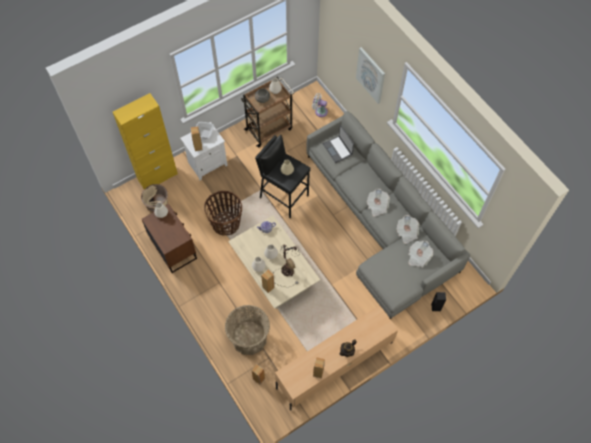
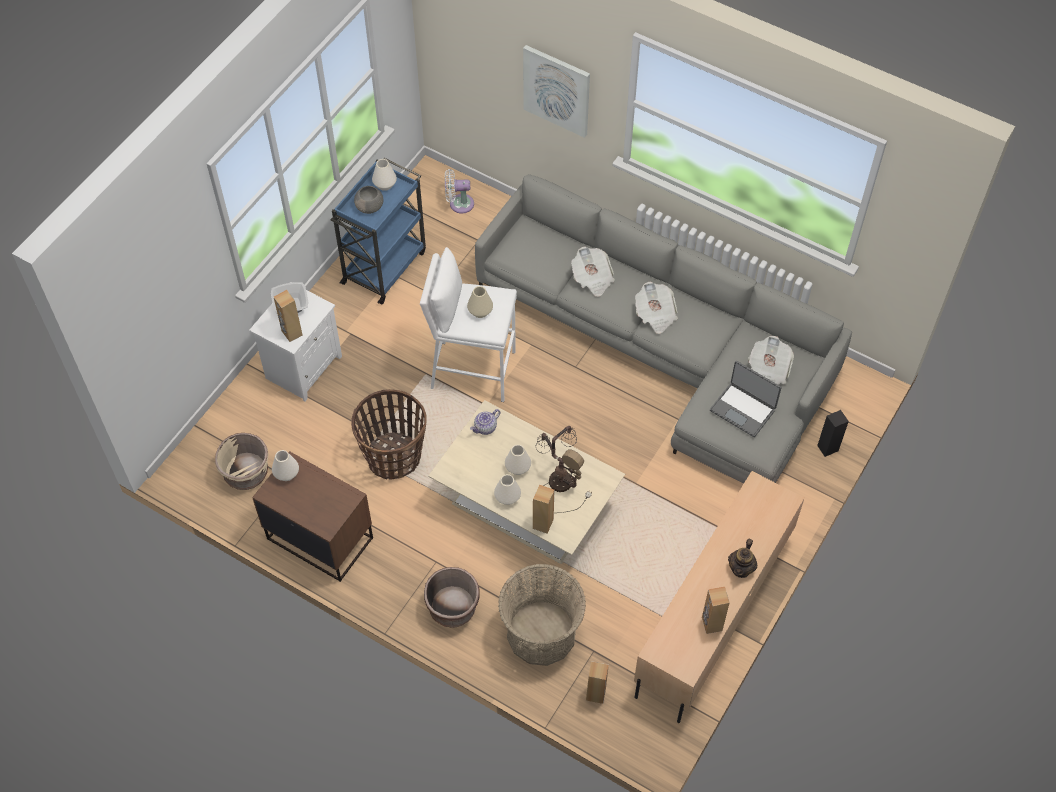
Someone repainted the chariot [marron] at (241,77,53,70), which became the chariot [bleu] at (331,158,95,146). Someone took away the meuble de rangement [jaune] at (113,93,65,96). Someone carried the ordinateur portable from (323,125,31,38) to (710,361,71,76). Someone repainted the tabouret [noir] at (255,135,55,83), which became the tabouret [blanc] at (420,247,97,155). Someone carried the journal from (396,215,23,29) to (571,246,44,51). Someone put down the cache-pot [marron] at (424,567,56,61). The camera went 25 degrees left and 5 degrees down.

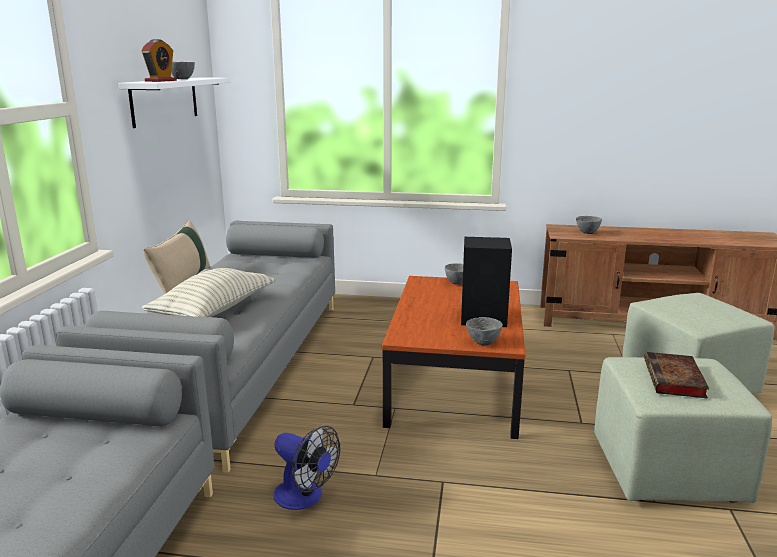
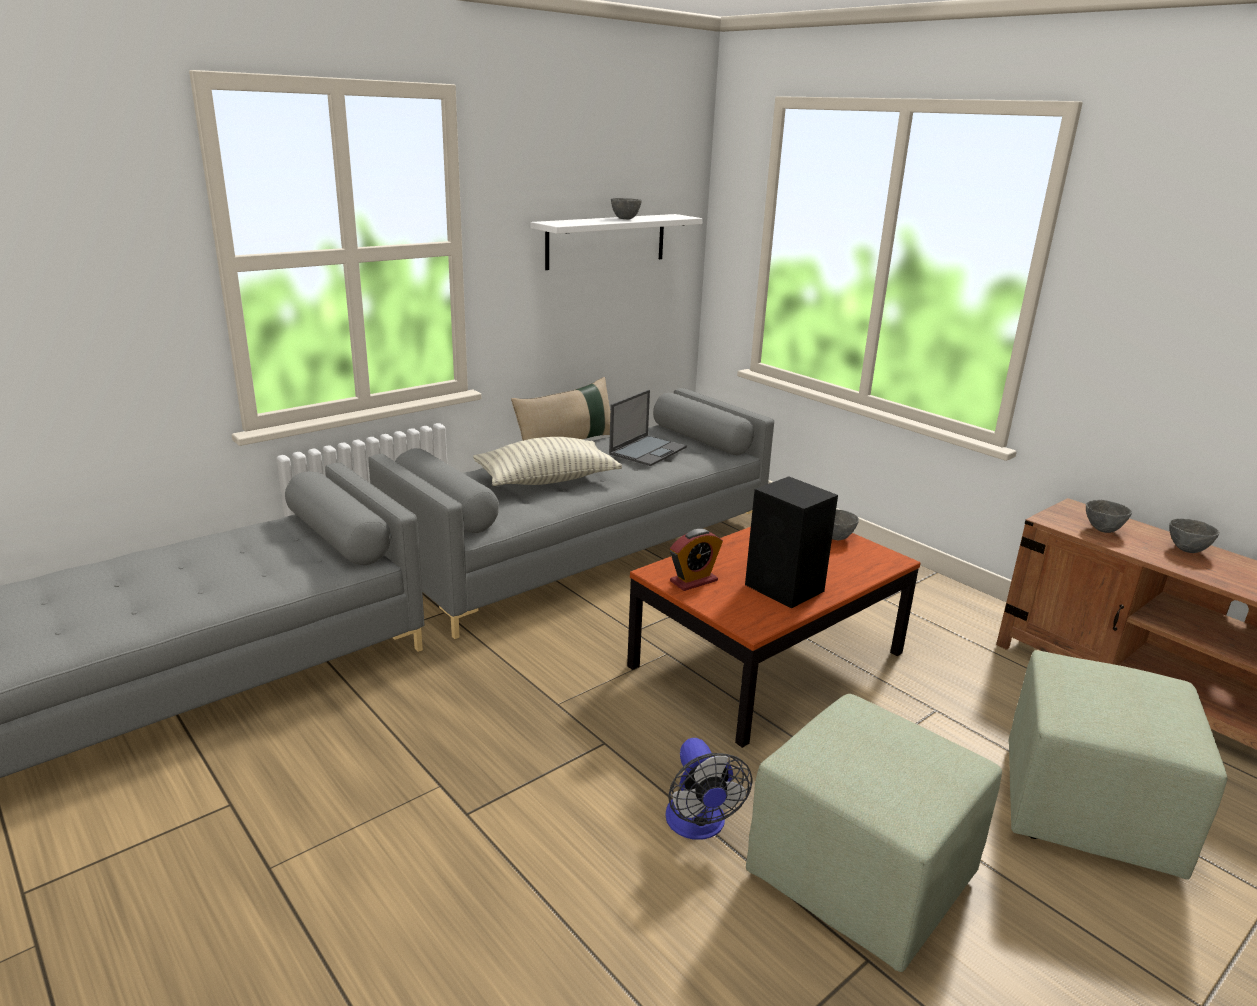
Someone carried the réveil from (142,39,35,43) to (670,529,53,62). Someone carried the bol [gris] from (466,317,37,28) to (1169,518,51,35). Someone took away the livre at (644,352,65,47). Someone carried the ventilateur from (273,426,67,84) to (665,738,88,102). Someone put down the ordinateur portable at (609,390,78,76). The camera went 40 degrees right and 5 degrees up.

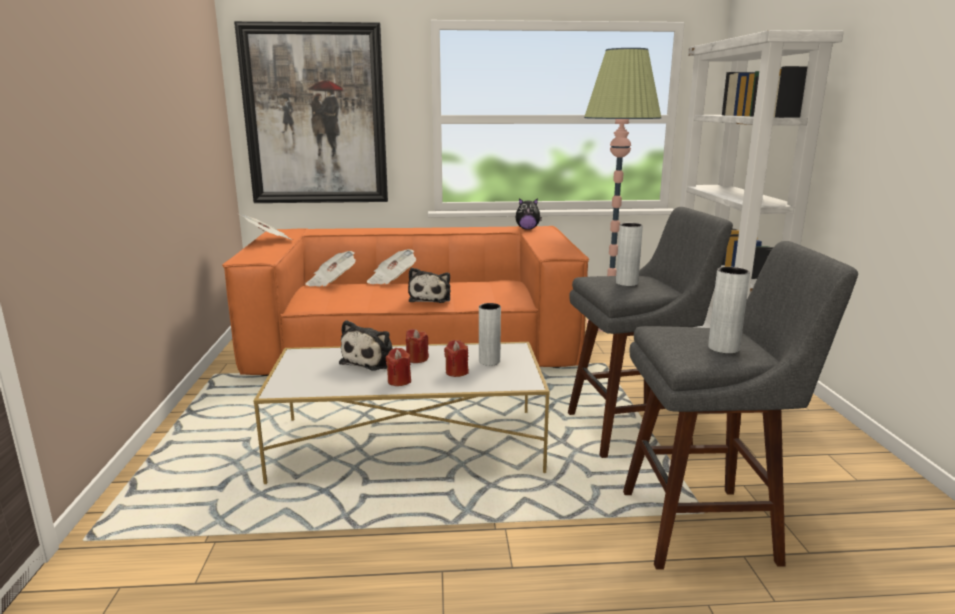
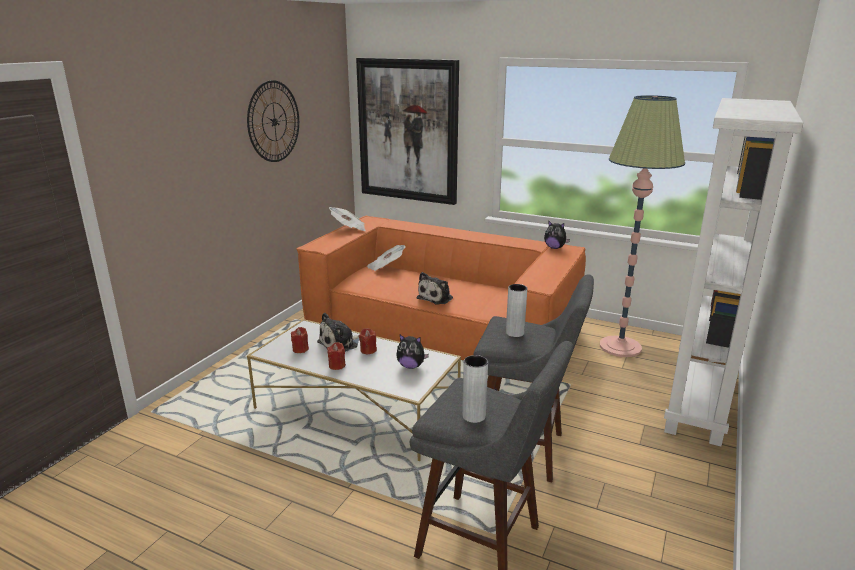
Someone took away the journal at (367,249,49,35). Someone swapped the vase [gris] at (479,303,22,63) for the peluche at (396,335,33,34). Someone carried the bougie [rouge] from (444,340,25,37) to (291,327,18,26). Someone put up the horloge murale at (247,80,52,82). The camera went 30 degrees right and 5 degrees up.

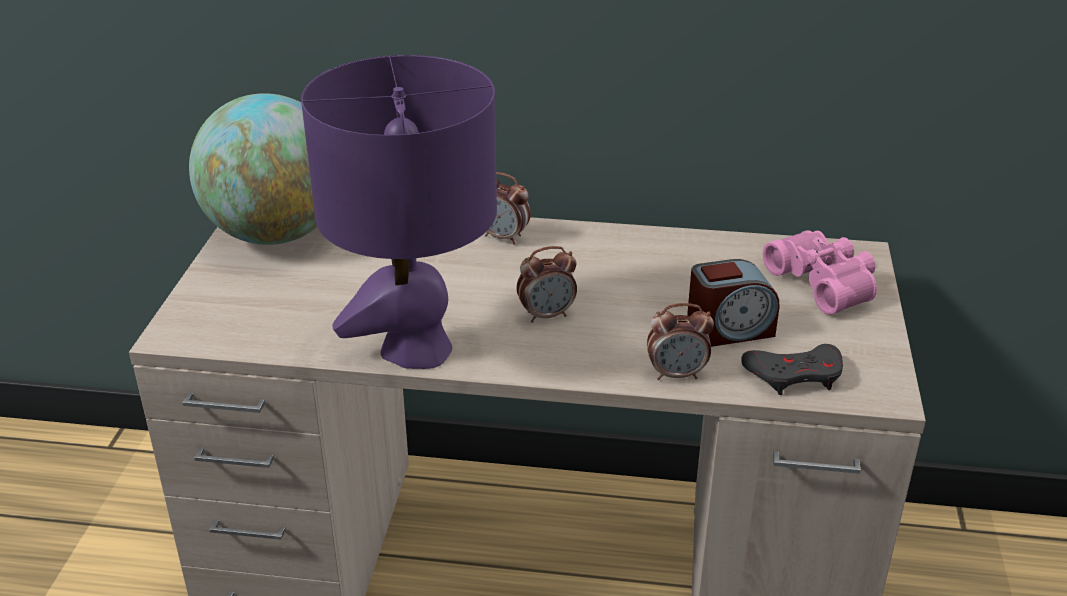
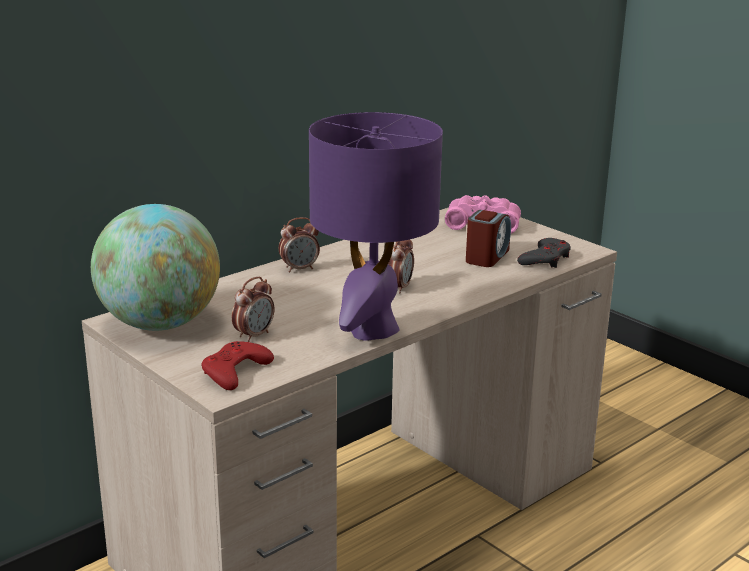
Someone carried the réveil from (647,303,67,77) to (232,277,42,65). Someone put down the manette [rouge] at (201,341,73,49). The camera went 50 degrees left and 10 degrees down.

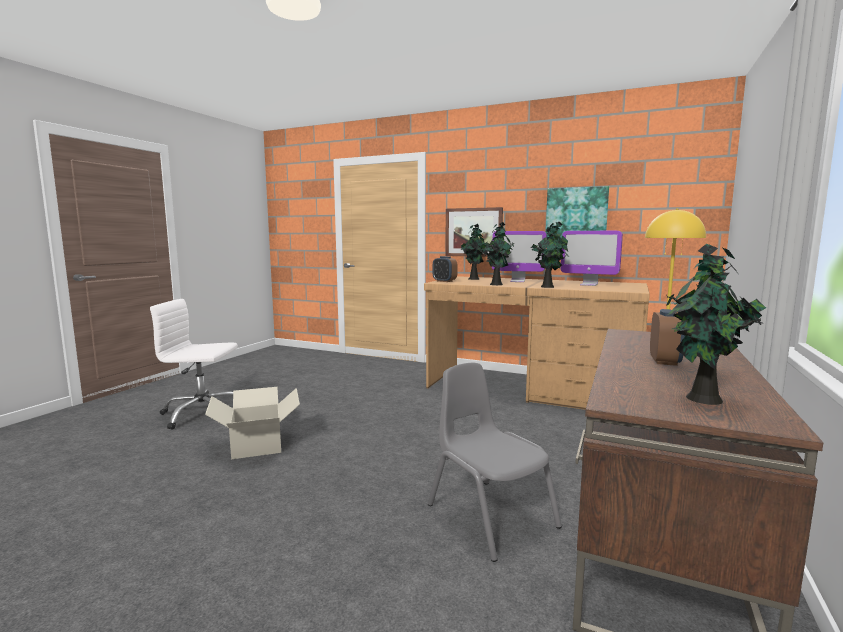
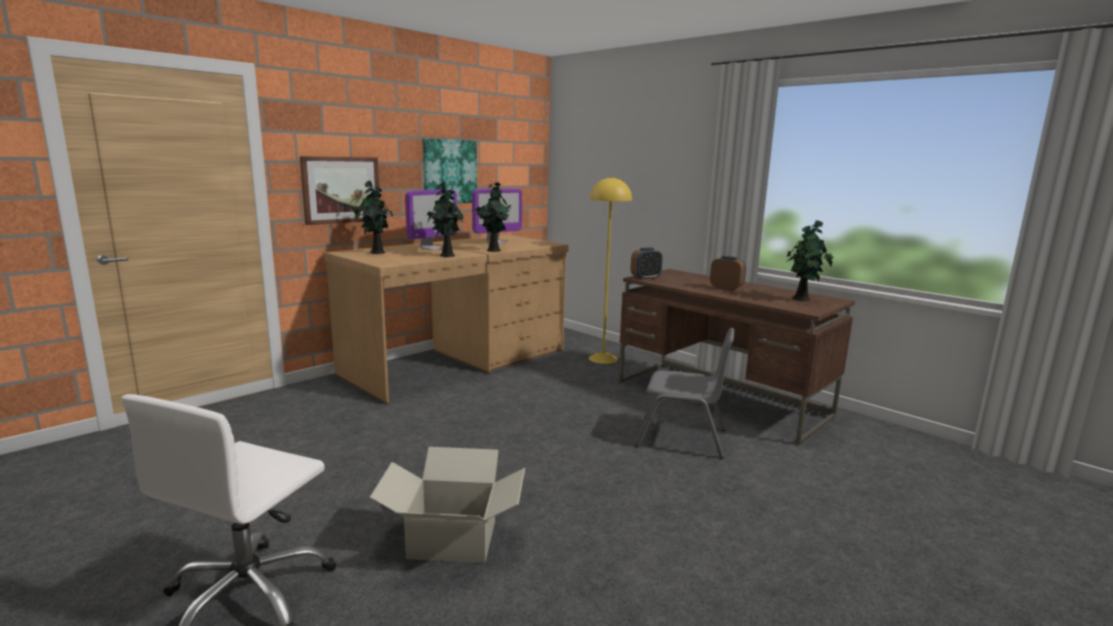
Someone carried the réveil from (433,256,25,26) to (631,248,32,32). Someone rotated the chaise [gris] at (428,363,134,199) by 150 degrees counterclockwise. The camera went 70 degrees left and 5 degrees up.

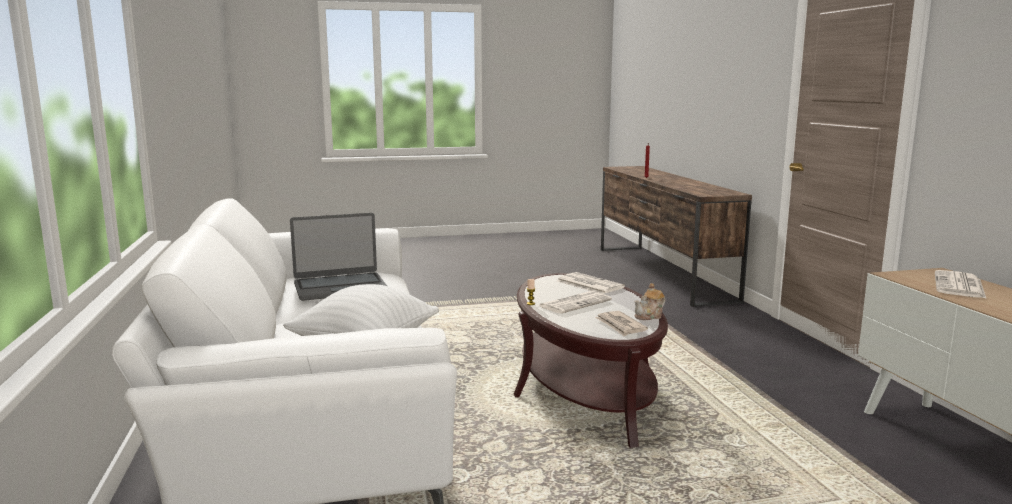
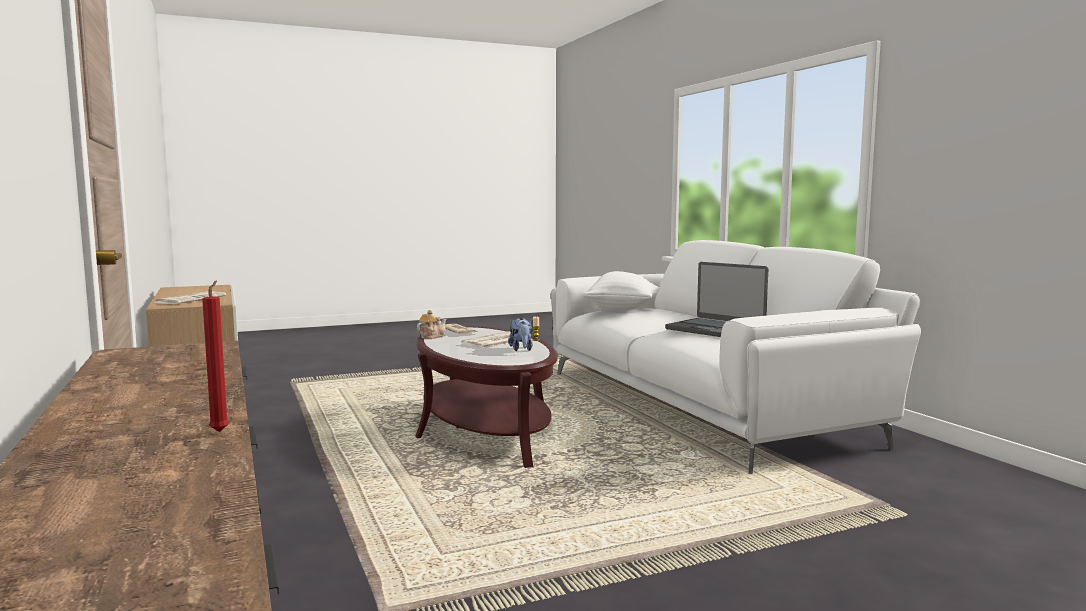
Someone rotated the ordinateur portable at (290,213,97,88) by 105 degrees counterclockwise. Someone took away the journal at (557,272,68,22). Someone put down the peluche at (509,318,23,33). The camera went 170 degrees right and 5 degrees down.

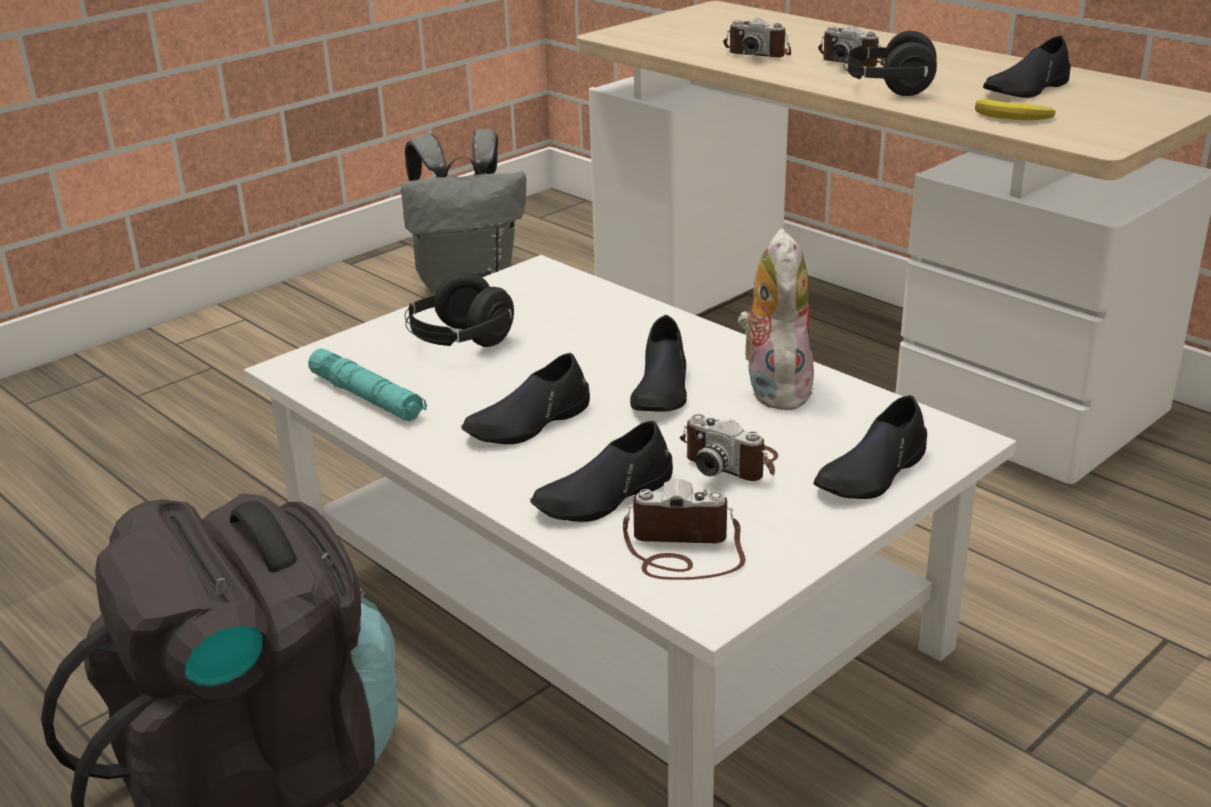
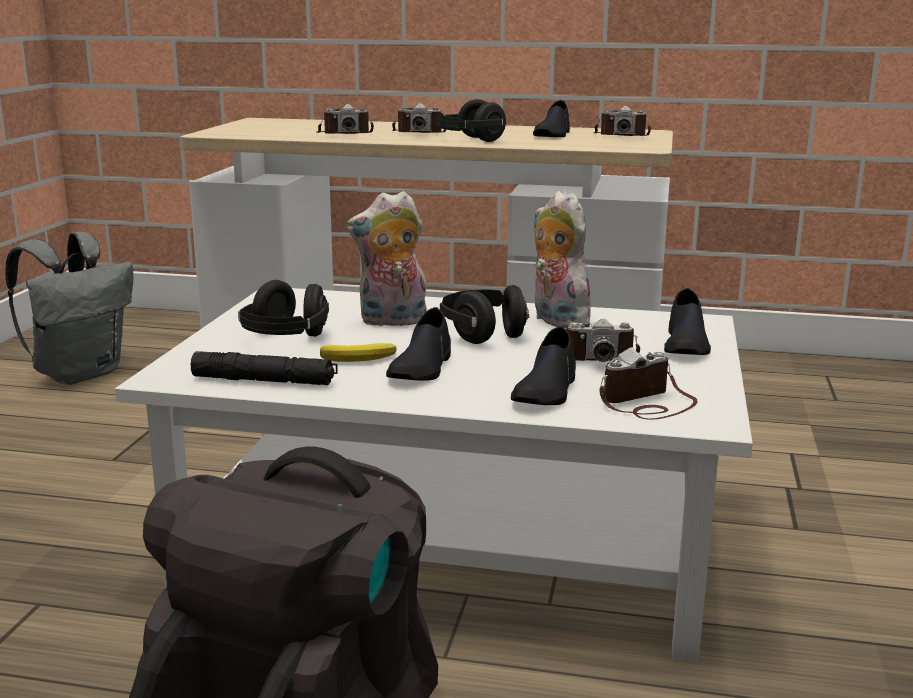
Someone carried the banane from (975,99,80,21) to (320,343,77,19). Someone swapped the chaussure [noir] at (630,315,57,97) for the casque audio [noir] at (440,285,89,59). Someone repainted the lampe de poche [turquoise] at (308,348,119,73), which became the lampe de poche [noir] at (191,351,147,34). Someone put down the appareil photo at (593,106,58,30). Someone put down the peluche at (346,191,81,135). The camera went 35 degrees left and 10 degrees down.

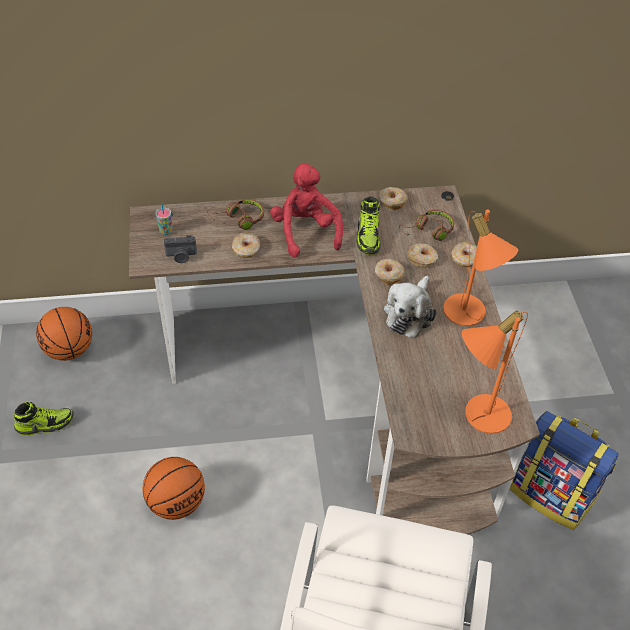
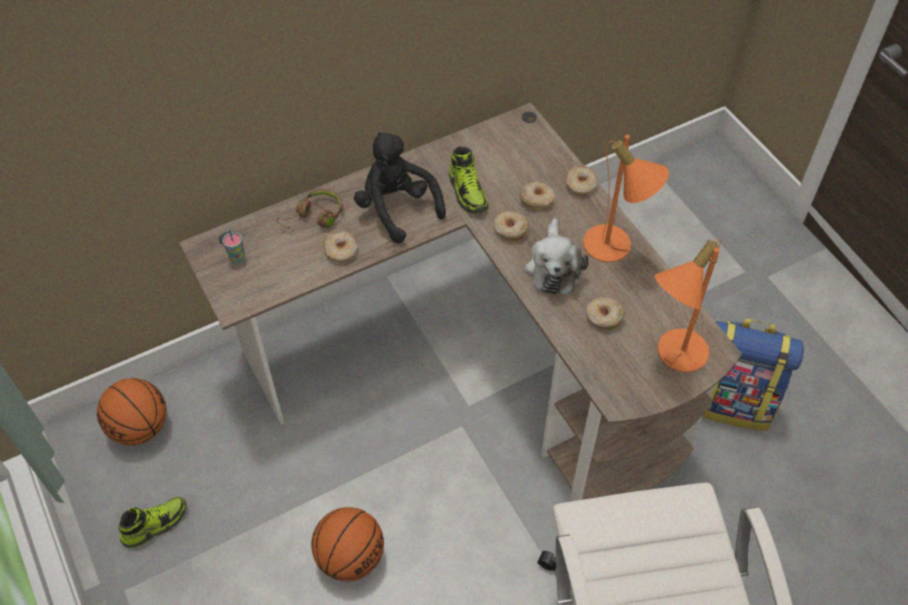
Someone repainted the peluche [rouge] at (270,163,73,95), which became the peluche [noir] at (354,132,92,112). Someone carried the beignet from (379,187,29,23) to (586,297,39,33). Someone took away the casque audio [marron] at (399,210,55,31). Someone took away the appareil photo at (164,235,33,28). The camera went 20 degrees left and 5 degrees up.

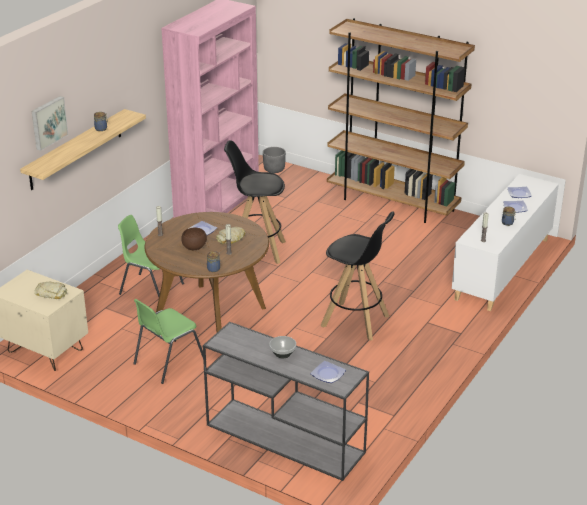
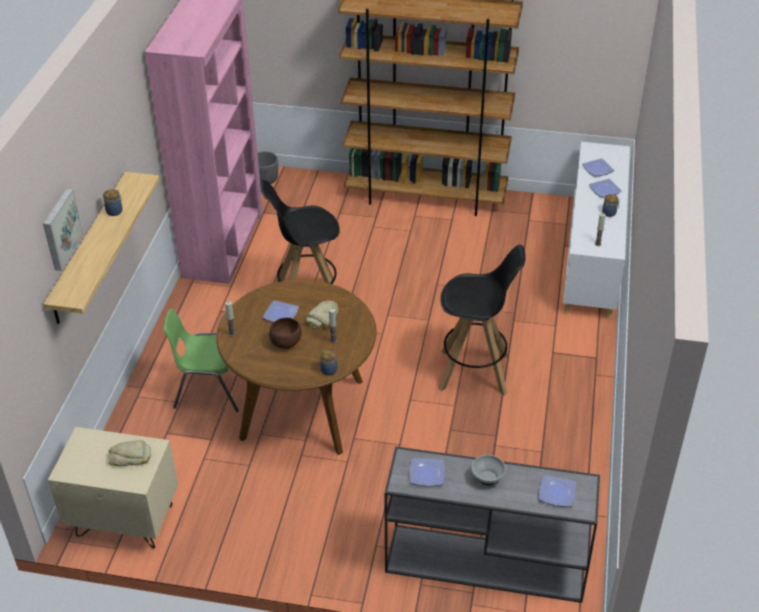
Someone took away the chaise [vert] at (133,299,70,85). Someone put down the assiette at (409,458,36,28). The camera went 20 degrees left and 10 degrees up.

